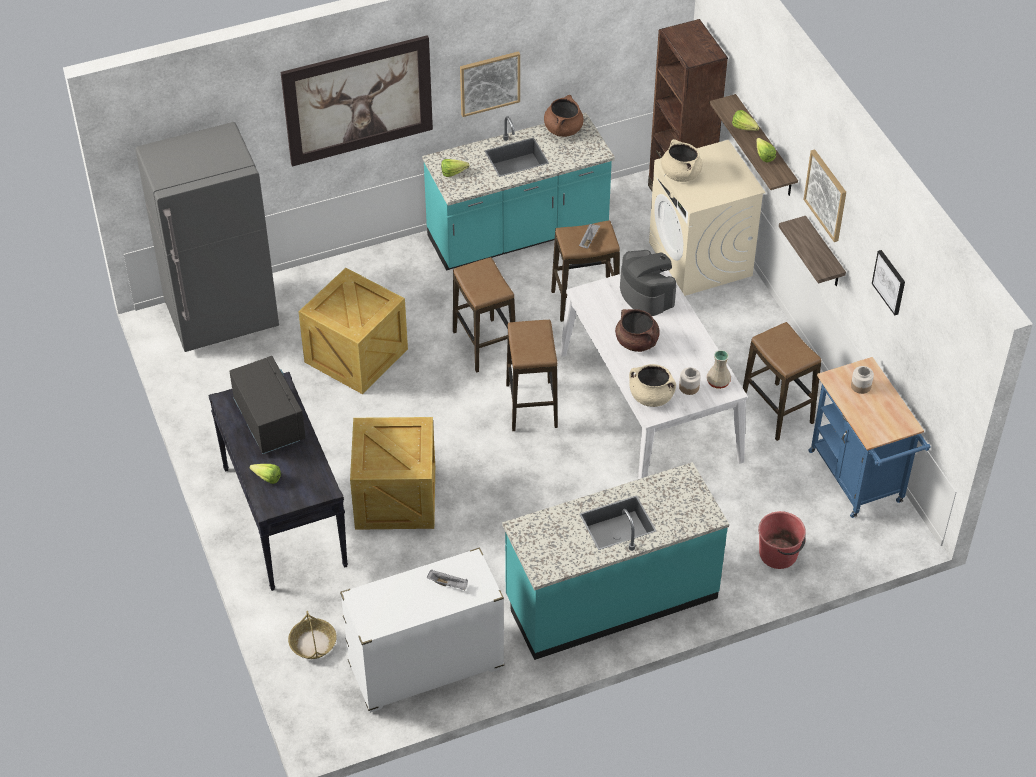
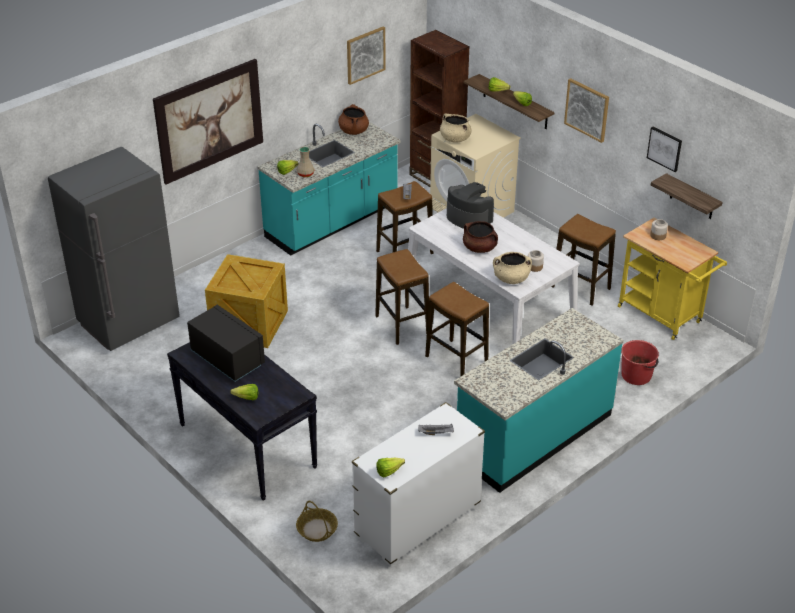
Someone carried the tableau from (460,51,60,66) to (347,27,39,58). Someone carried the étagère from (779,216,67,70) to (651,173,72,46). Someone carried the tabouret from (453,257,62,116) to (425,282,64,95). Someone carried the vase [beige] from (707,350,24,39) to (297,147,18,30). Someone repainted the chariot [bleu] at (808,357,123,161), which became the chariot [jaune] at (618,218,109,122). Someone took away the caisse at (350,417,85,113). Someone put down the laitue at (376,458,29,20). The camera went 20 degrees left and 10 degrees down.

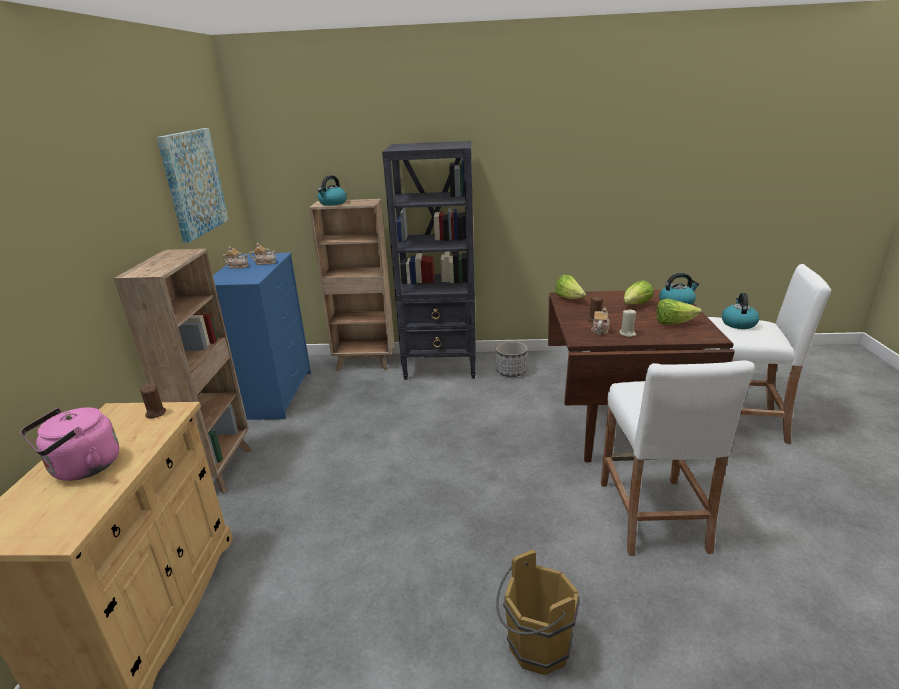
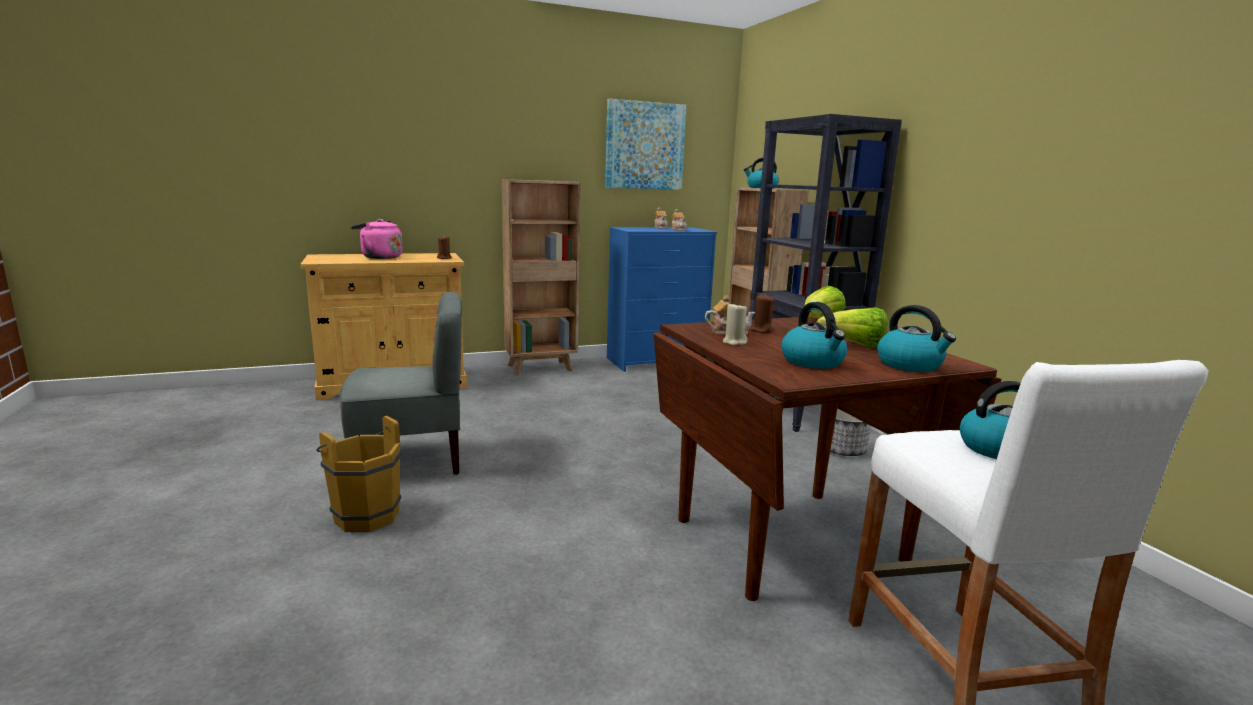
Someone swapped the laitue at (656,298,46,27) for the bouilloire at (781,302,66,67). Someone took away the tabouret [blanc] at (601,361,154,195). Someone put down the chaise [gris] at (340,292,122,183). The camera went 65 degrees right and 10 degrees down.

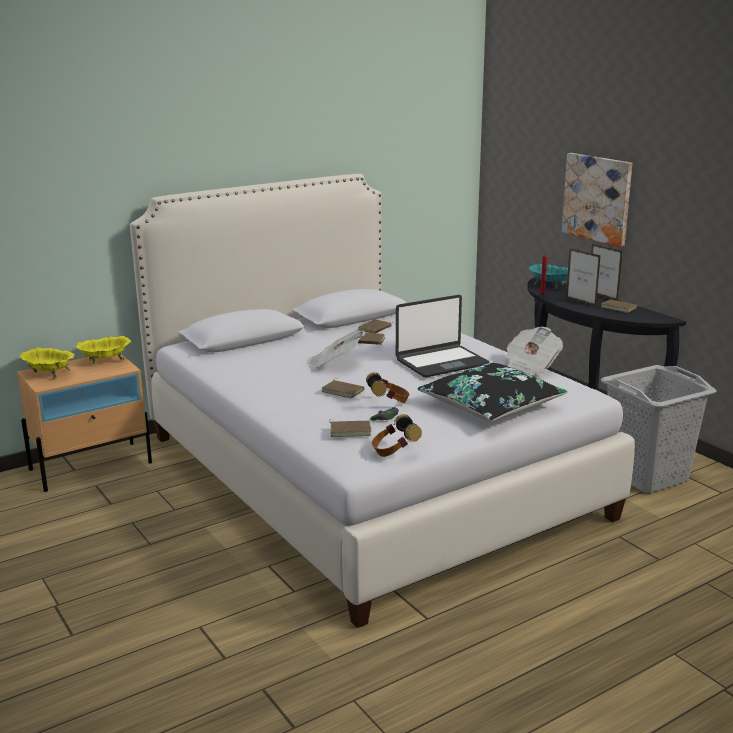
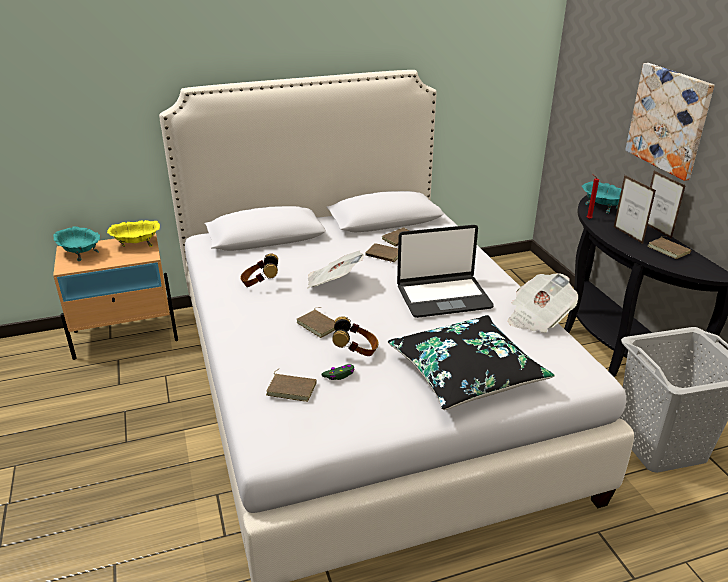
Someone repainted the bol [jaune] at (20,348,55,31), which became the bol [turquoise] at (53,226,47,35). Someone carried the casque audio from (372,414,50,43) to (240,254,38,33). The camera went 15 degrees right and 10 degrees up.

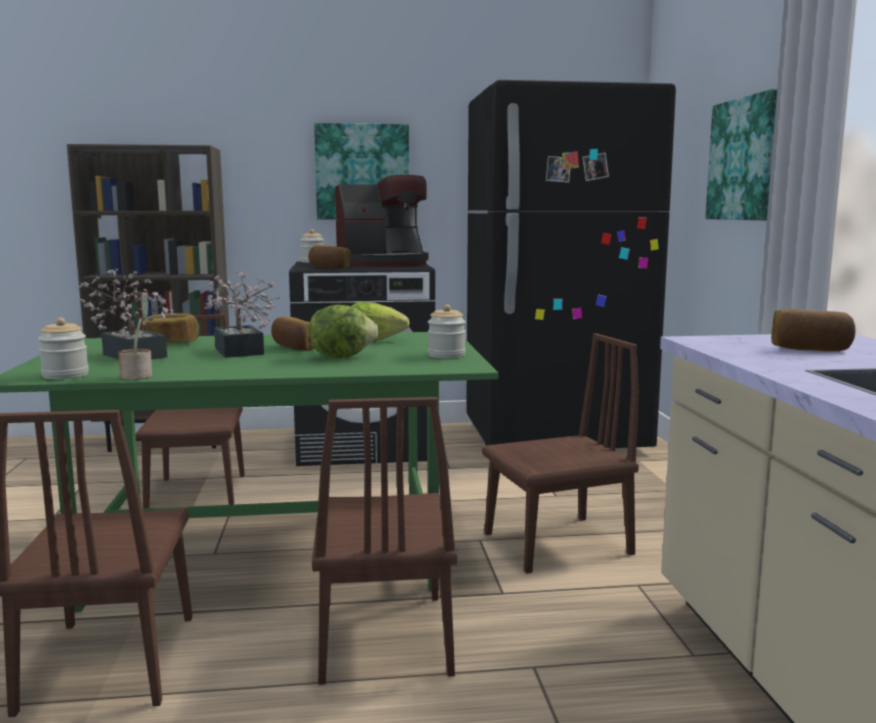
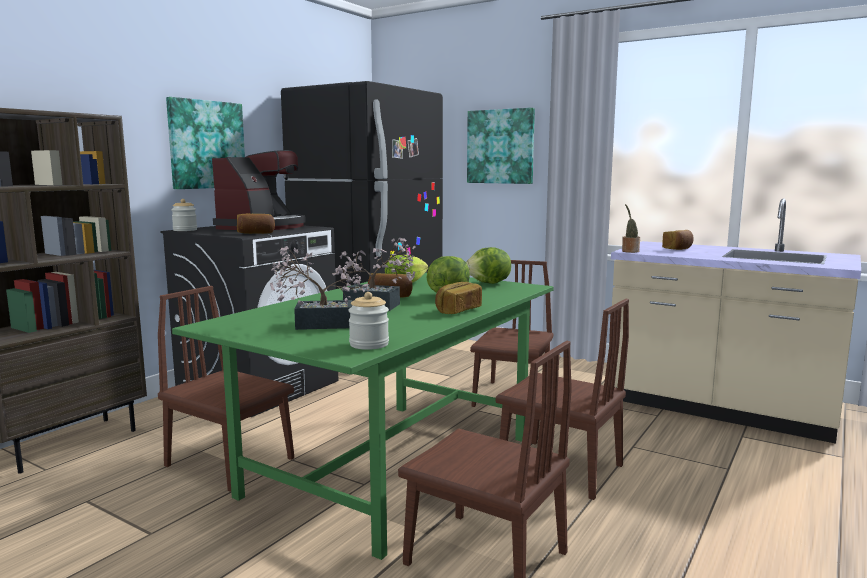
Someone carried the plante en pot from (118,292,34,88) to (622,204,18,49). Someone swapped the bocal at (428,304,38,54) for the laitue at (466,247,45,37). Someone carried the pain from (142,313,58,30) to (435,282,47,32). The camera went 50 degrees left and 0 degrees up.

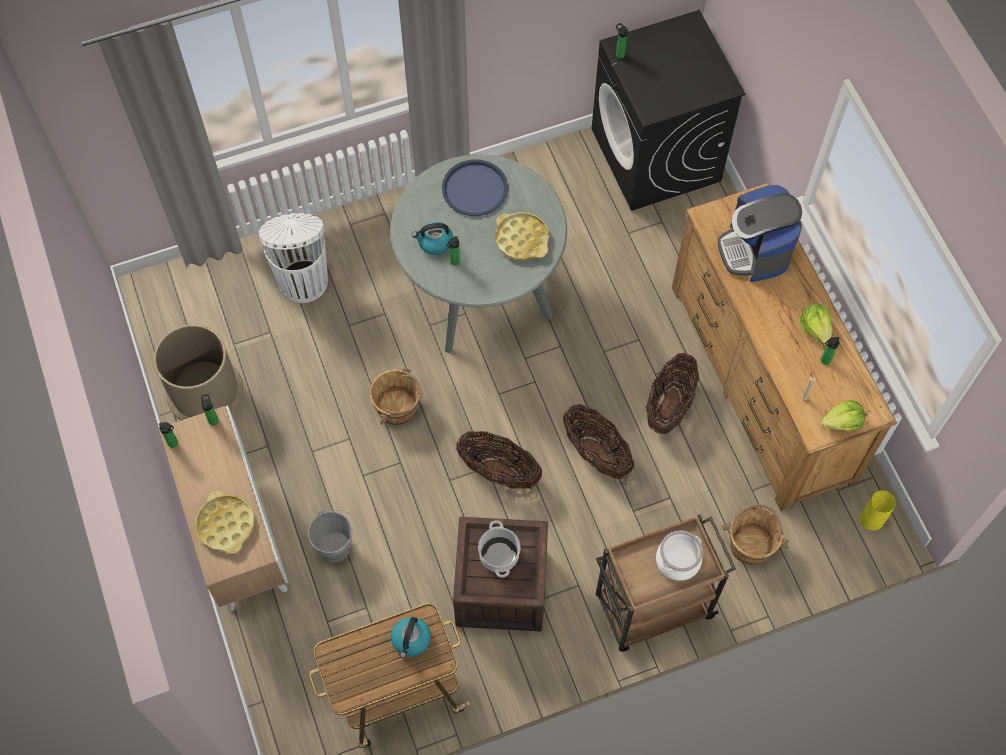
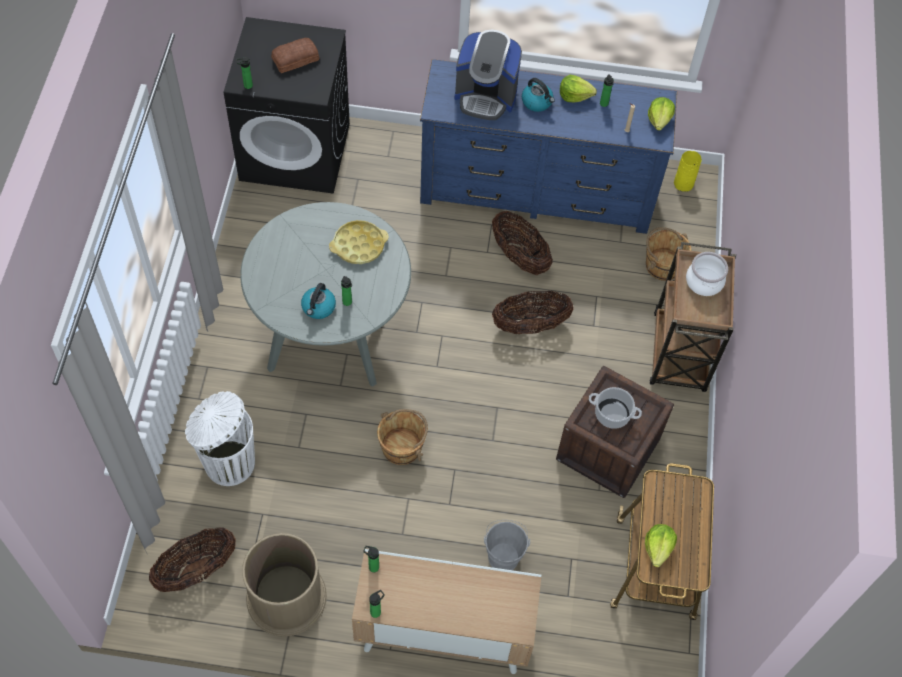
Someone took away the plateau [bleu] at (442,159,66,57). Someone repainted the commode [marron] at (672,183,225,328), which became the commode [bleu] at (420,59,257,175). Someone carried the panier from (456,431,86,58) to (149,528,87,64). Someone took away the plateau [jaune] at (195,491,59,63). Someone carried the bouilloire from (391,617,40,41) to (522,78,33,34). Someone put down the pain at (271,38,48,35). Someone put down the laitue at (645,524,32,43). The camera went 65 degrees left and 5 degrees down.

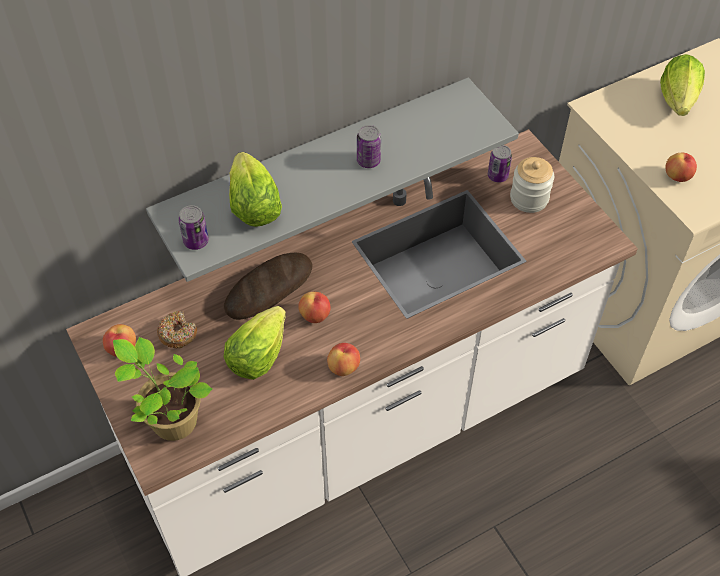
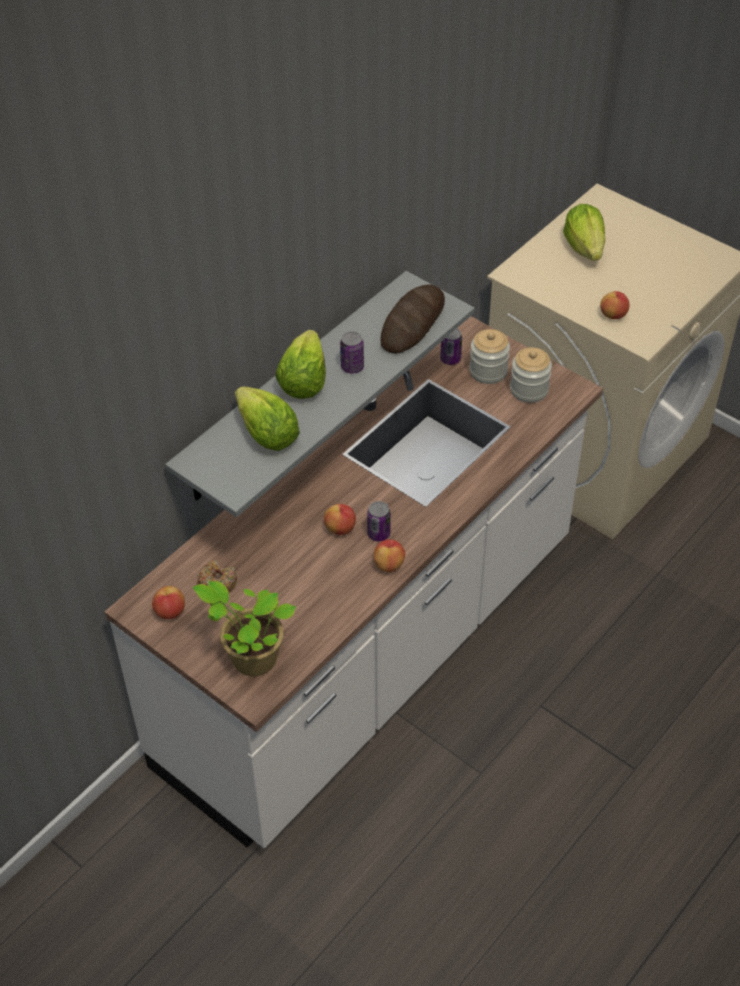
Someone carried the boîte métallique from (178,205,31,45) to (367,501,24,41). Someone carried the pain from (224,253,89,67) to (380,285,65,69). Someone carried the laitue from (224,306,62,74) to (275,330,51,69). Someone put down the bocal at (510,347,42,56). The camera went 20 degrees left and 5 degrees down.

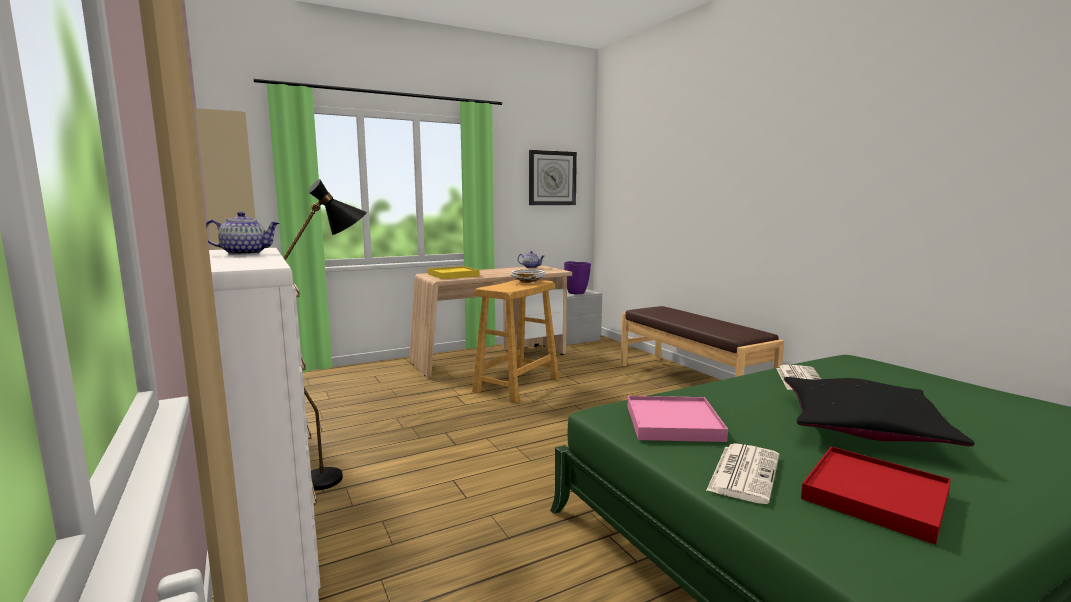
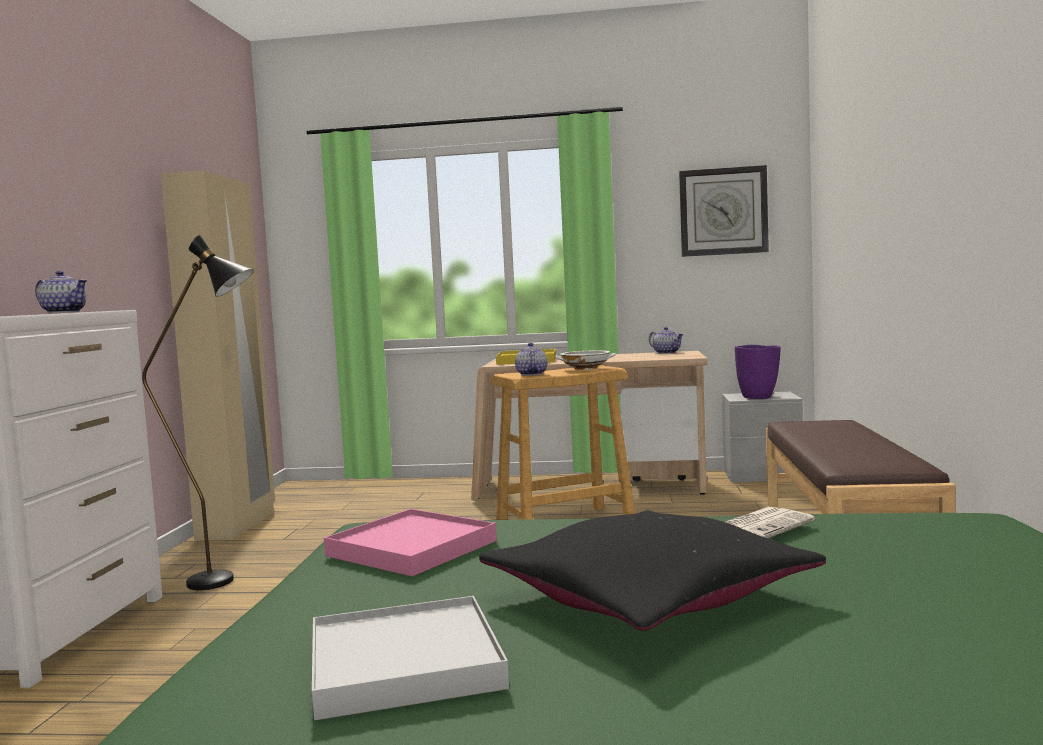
Someone took away the journal at (706,443,73,61). Someone repainted the plateau [rouge] at (801,446,150,99), which became the plateau [blanc] at (312,596,197,124). Someone put down the théière at (515,343,32,33). The camera went 35 degrees right and 5 degrees down.

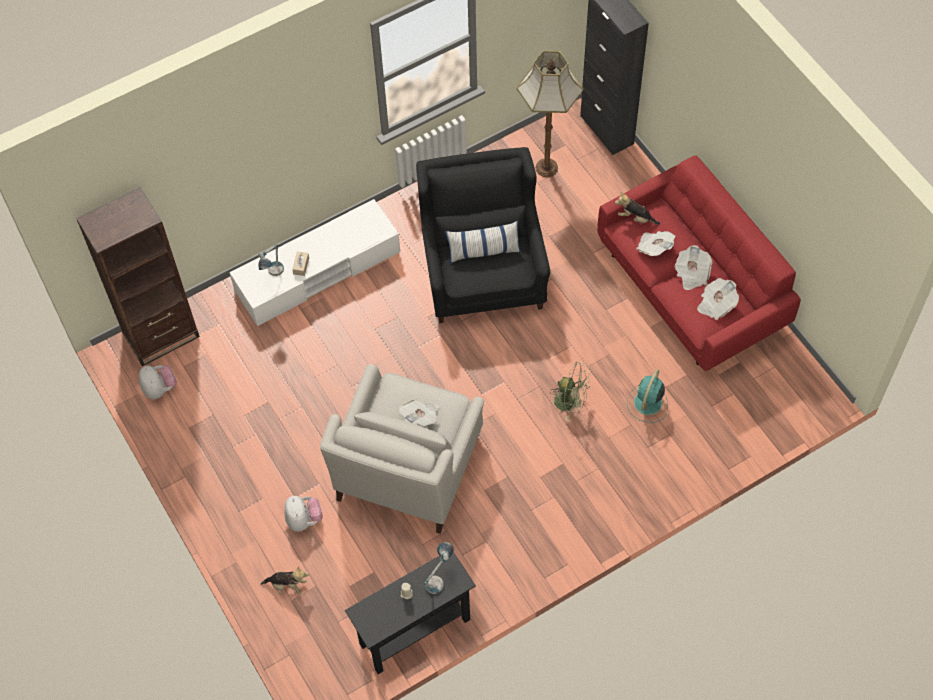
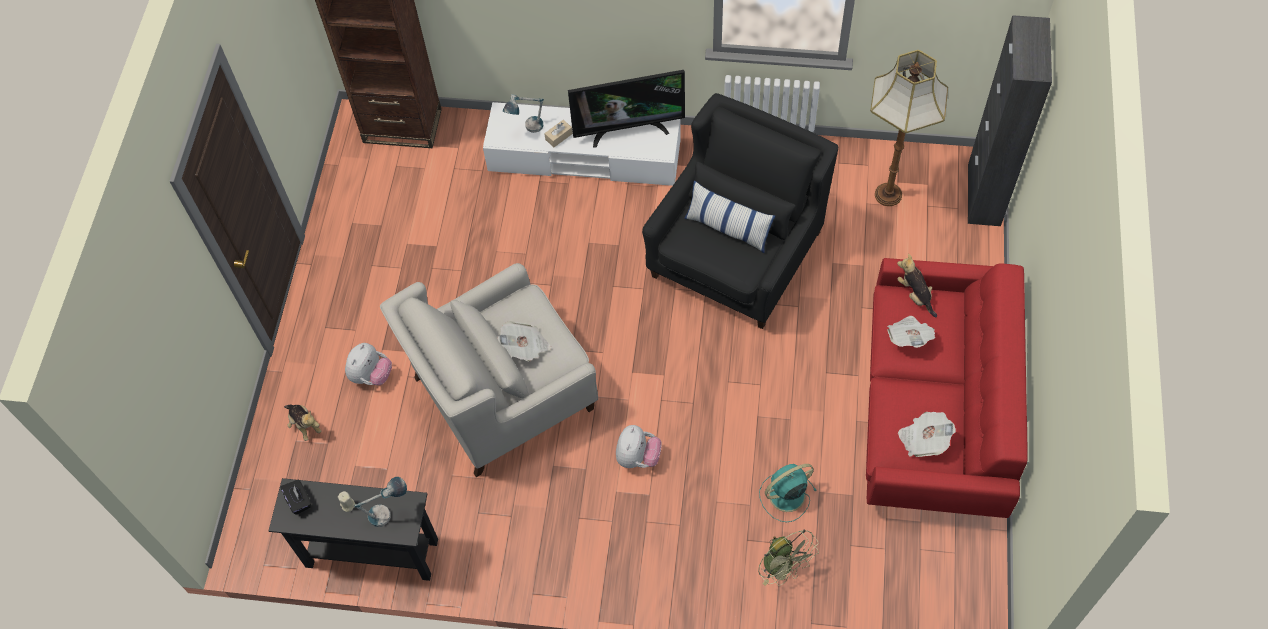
Someone took away the journal at (675,245,37,45). Someone carried the ventilateur [vert] from (550,362,41,58) to (758,530,61,56). Someone carried the peluche from (139,365,38,34) to (616,425,46,43). Someone put down the téléviseur at (568,70,117,78). Someone put down the boîte à mouchoirs [noir] at (280,480,31,35). The camera went 40 degrees right and 0 degrees up.

